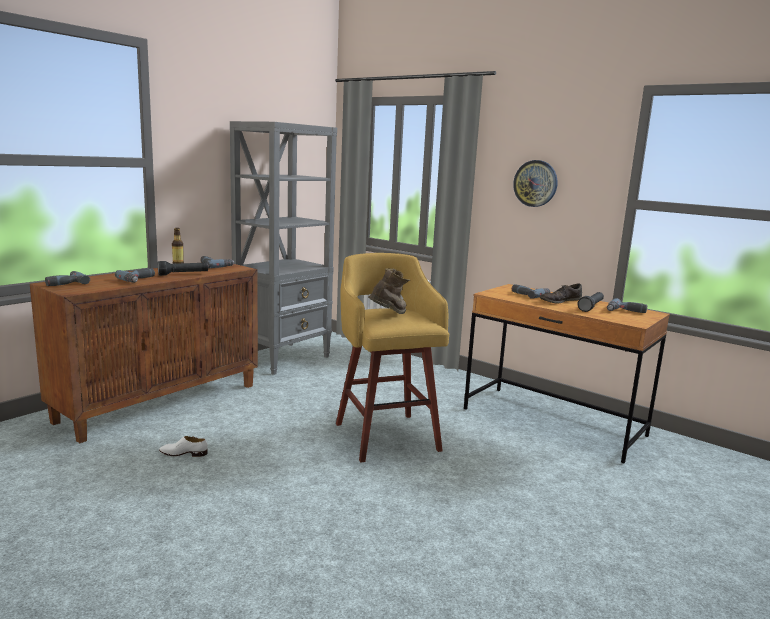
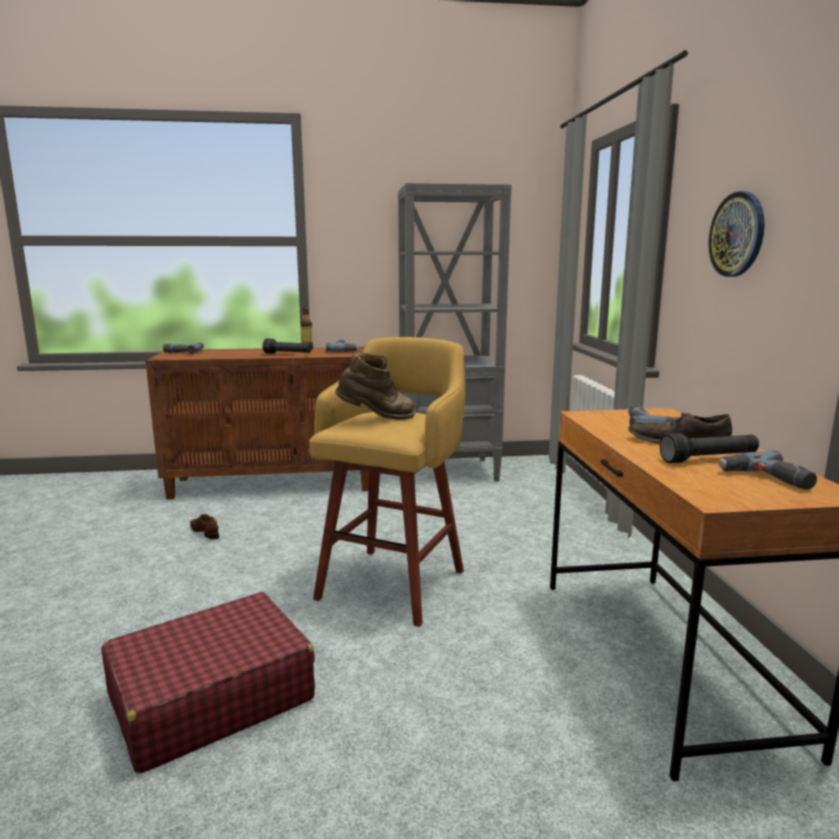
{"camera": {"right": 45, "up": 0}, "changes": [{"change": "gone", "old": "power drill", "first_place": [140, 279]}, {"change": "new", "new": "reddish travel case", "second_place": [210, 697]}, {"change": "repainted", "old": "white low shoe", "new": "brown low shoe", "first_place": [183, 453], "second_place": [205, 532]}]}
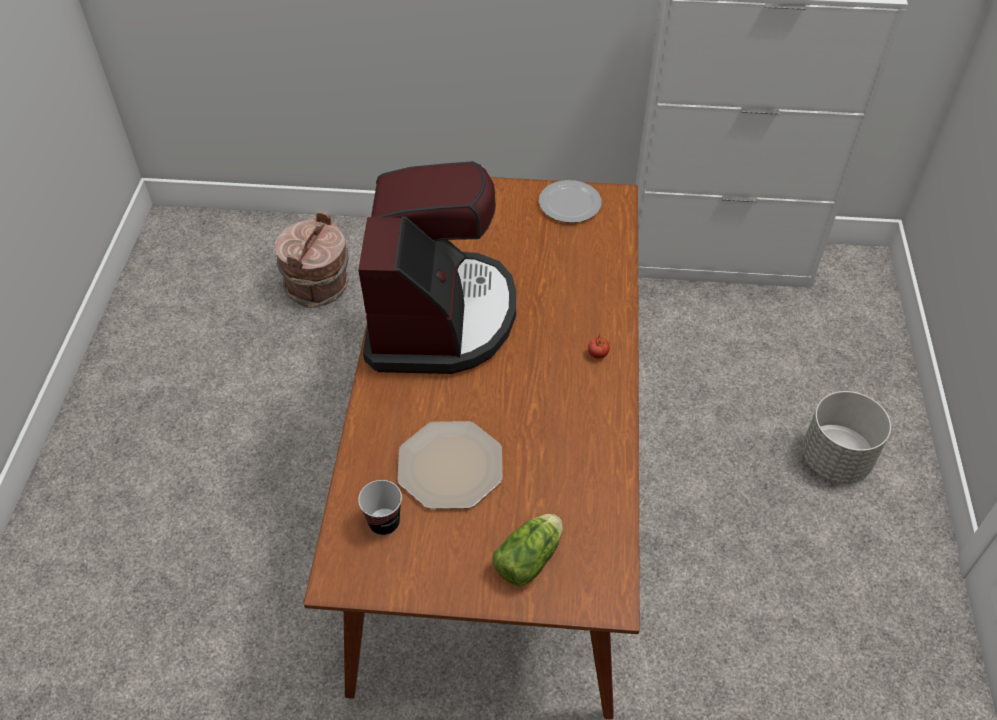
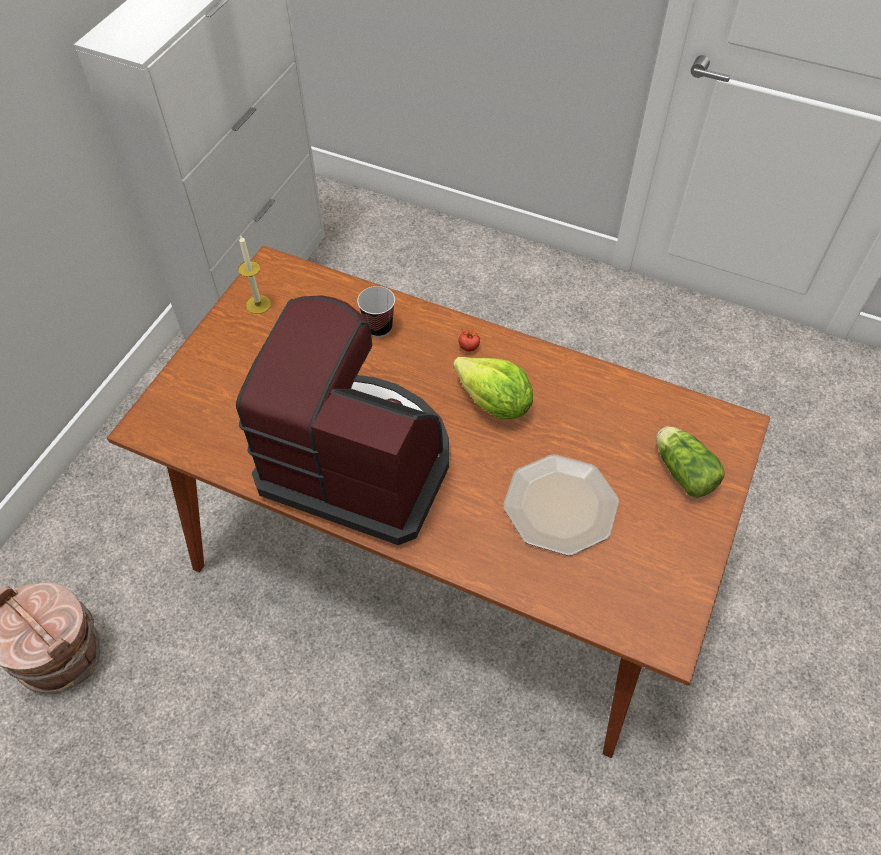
{"camera": {"right": -70, "up": 5}, "changes": [{"change": "gone", "old": "gray plant pot", "first_place": [834, 459]}, {"change": "new", "new": "head of lettuce", "second_place": [493, 404]}, {"change": "shifted", "old": "cup", "first_place": [384, 523], "second_place": [378, 327]}, {"change": "swapped", "old": "dinner plate", "new": "wax light", "first_place": [569, 204], "second_place": [258, 304]}]}
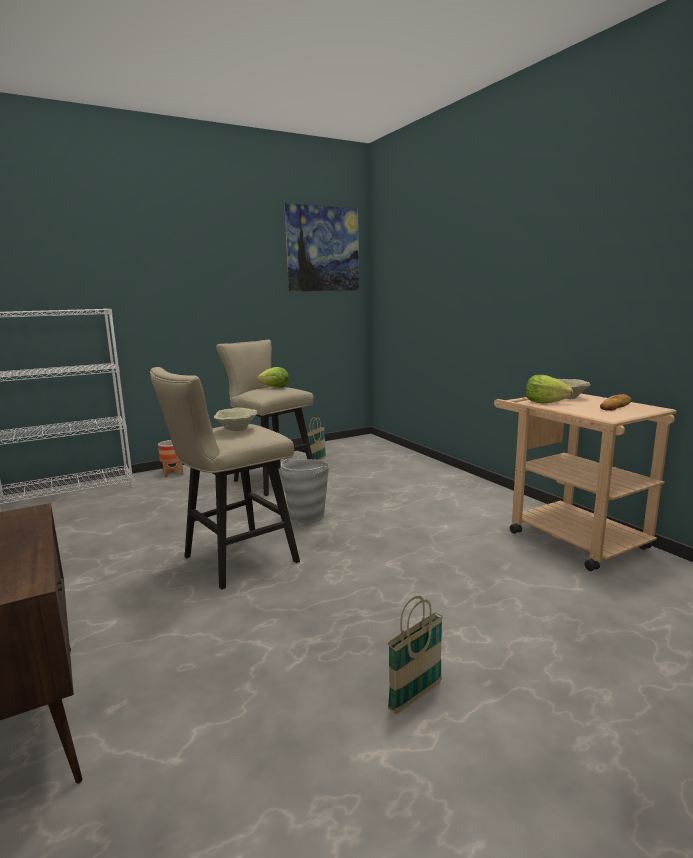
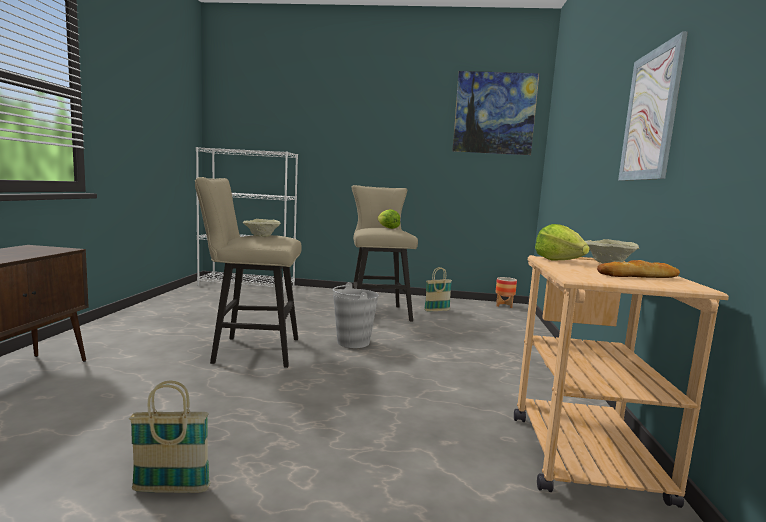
{"camera": {"right": 35, "up": -5}, "changes": [{"change": "new", "new": "wall art", "second_place": [650, 115]}, {"change": "shifted", "old": "plant pot", "first_place": [173, 473], "second_place": [504, 305]}]}
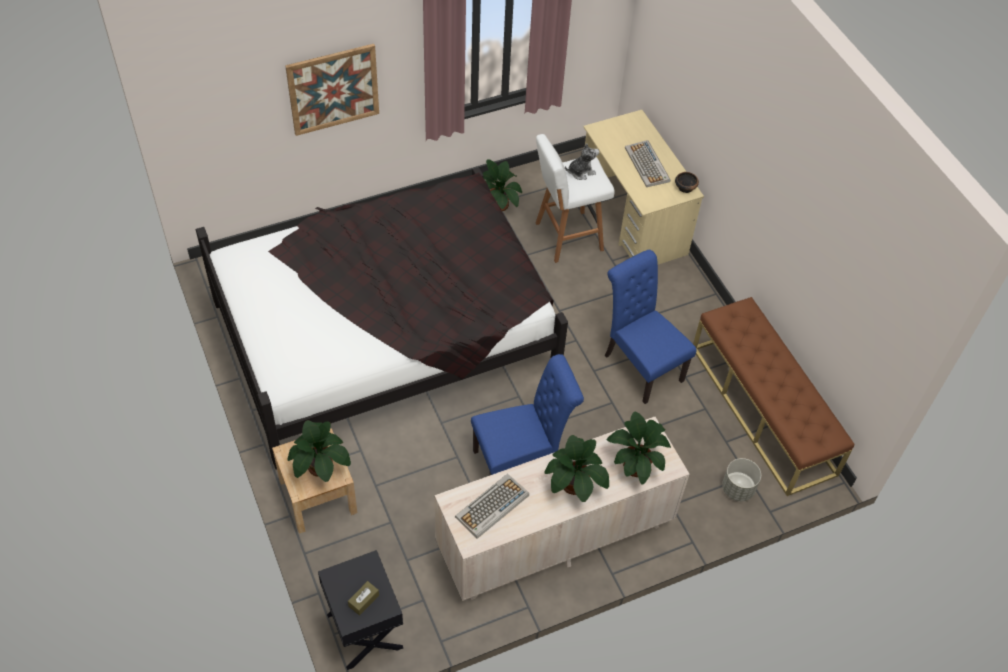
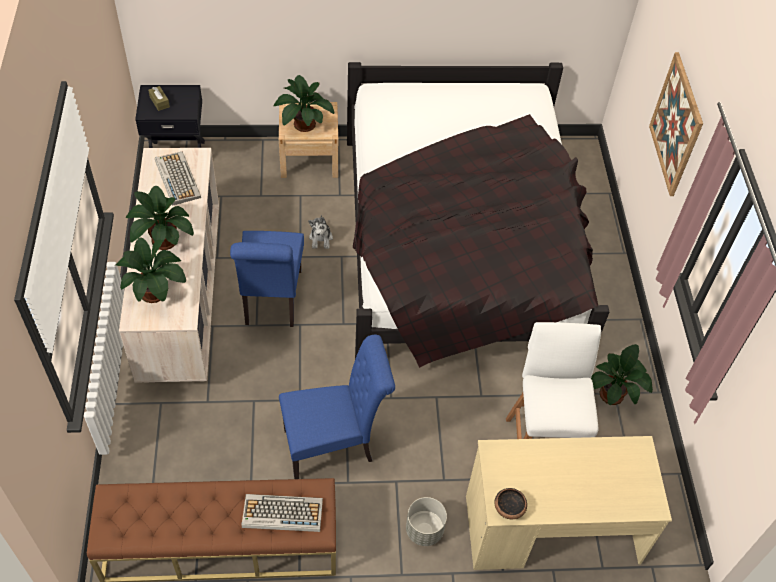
{"camera": {"right": 110, "up": 0}, "changes": [{"change": "shifted", "old": "plush toy", "first_place": [581, 172], "second_place": [321, 238]}, {"change": "shifted", "old": "keyboard", "first_place": [647, 165], "second_place": [281, 513]}, {"change": "shifted", "old": "gray plant pot", "first_place": [738, 489], "second_place": [424, 530]}]}
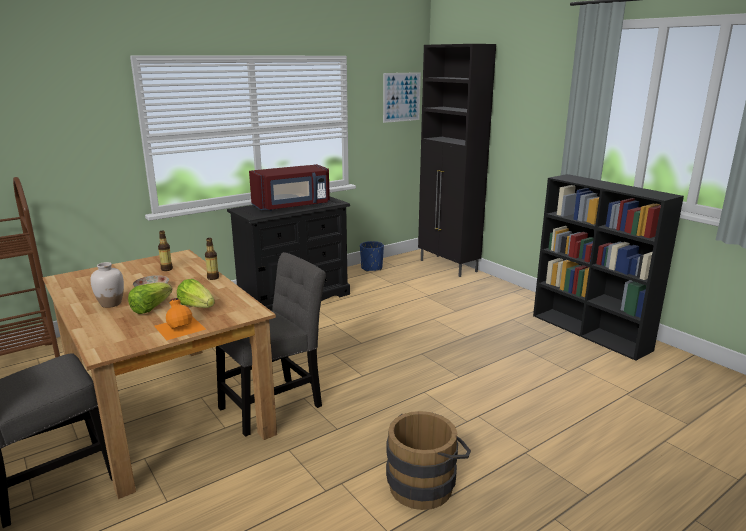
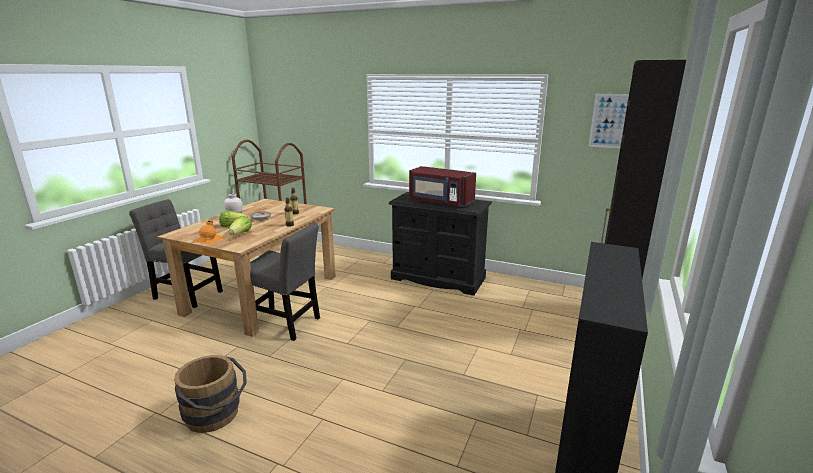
{"camera": {"right": 60, "up": 0}, "changes": [{"change": "gone", "old": "blue plant pot", "first_place": [371, 268]}]}
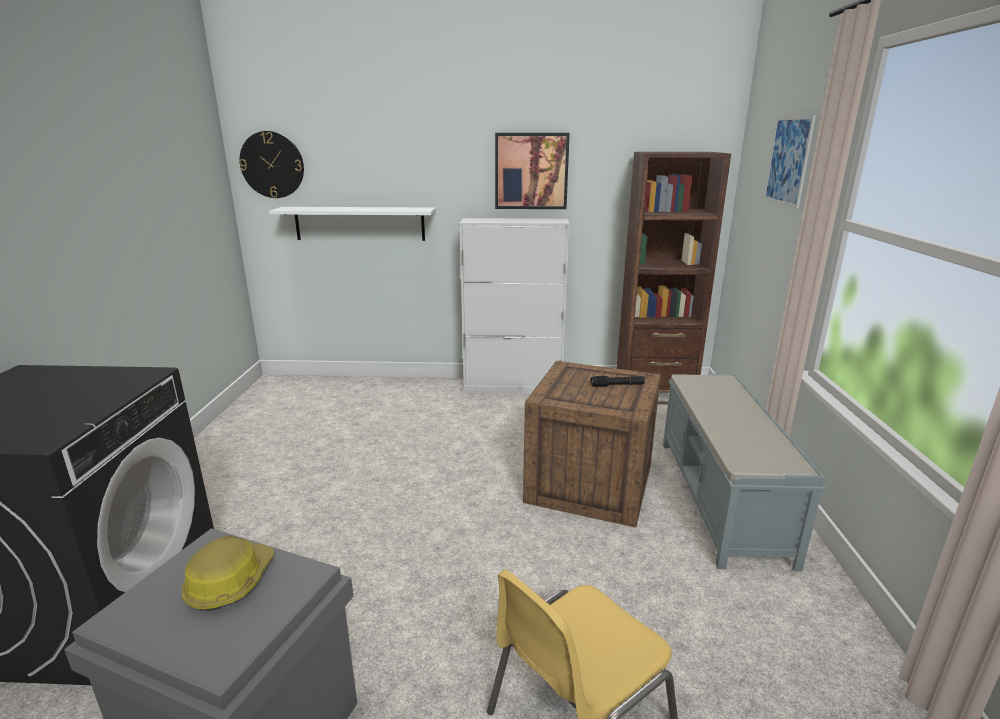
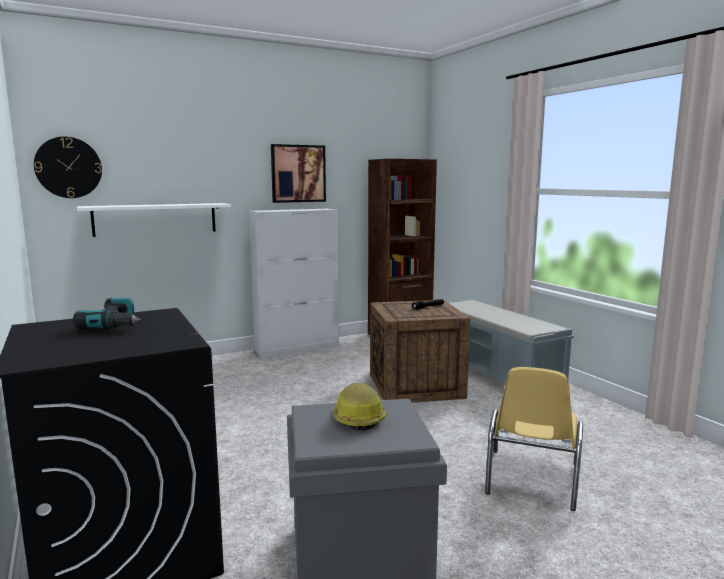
{"camera": {"right": -30, "up": -10}, "changes": [{"change": "gone", "old": "wall art", "first_place": [788, 161]}, {"change": "new", "new": "power drill", "second_place": [116, 324]}]}
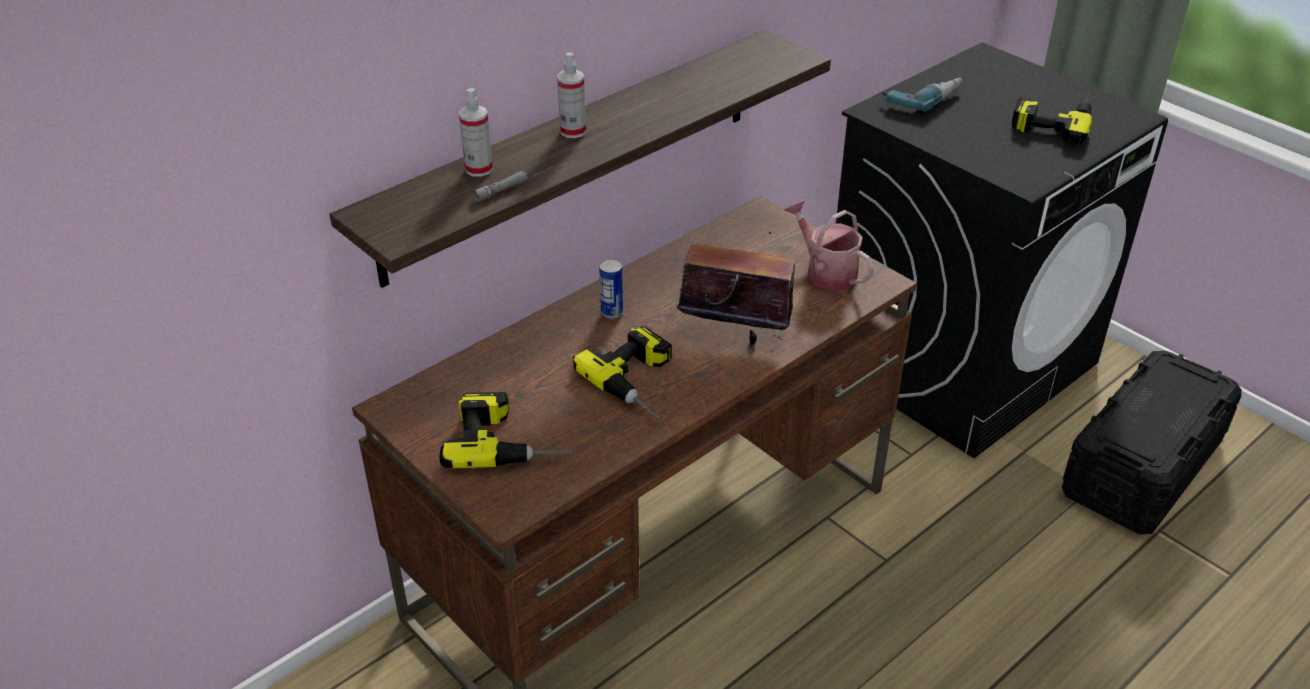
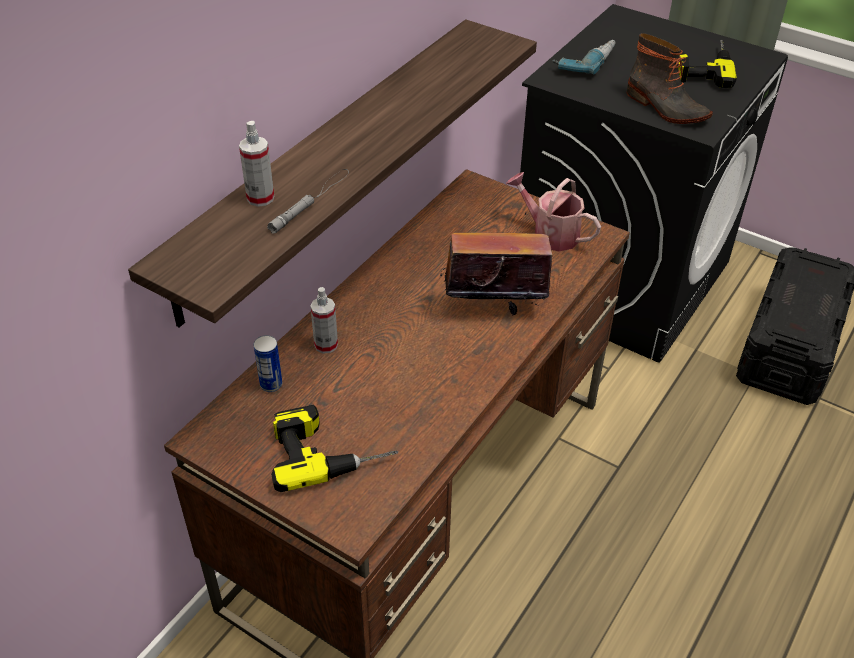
{"camera": {"right": -15, "up": 5}, "changes": [{"change": "gone", "old": "power drill", "first_place": [642, 382]}, {"change": "new", "new": "boot", "second_place": [665, 108]}, {"change": "shifted", "old": "hand sprayer", "first_place": [573, 131], "second_place": [326, 345]}, {"change": "shifted", "old": "metal can", "first_place": [612, 312], "second_place": [271, 384]}]}
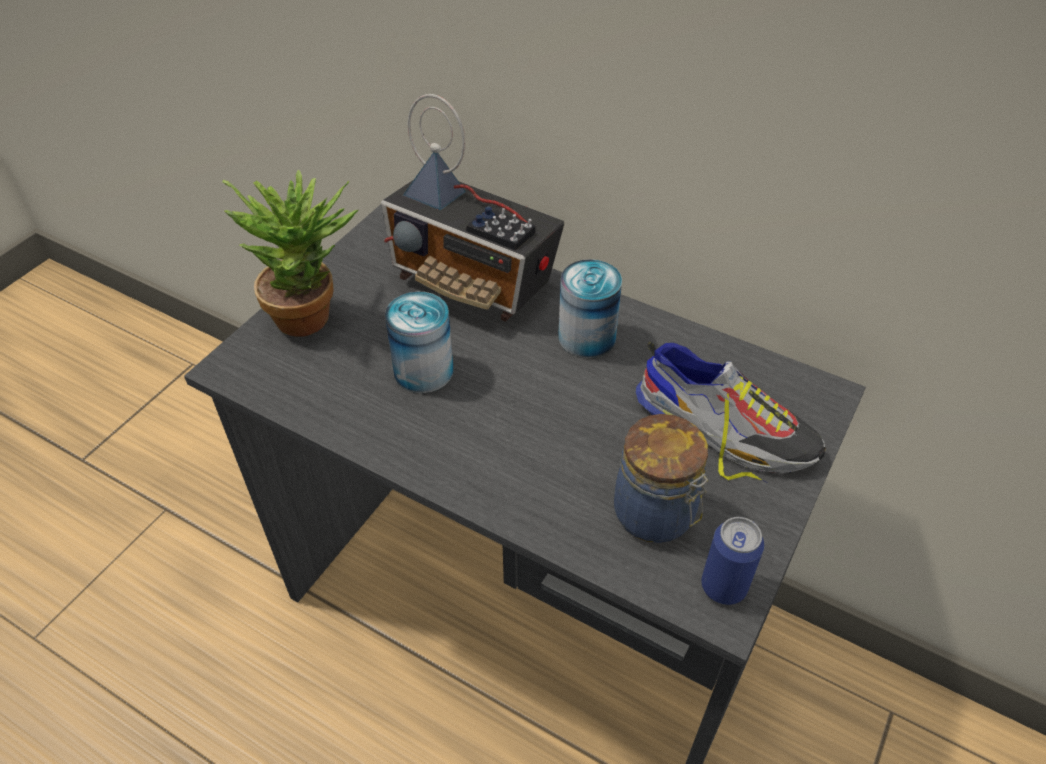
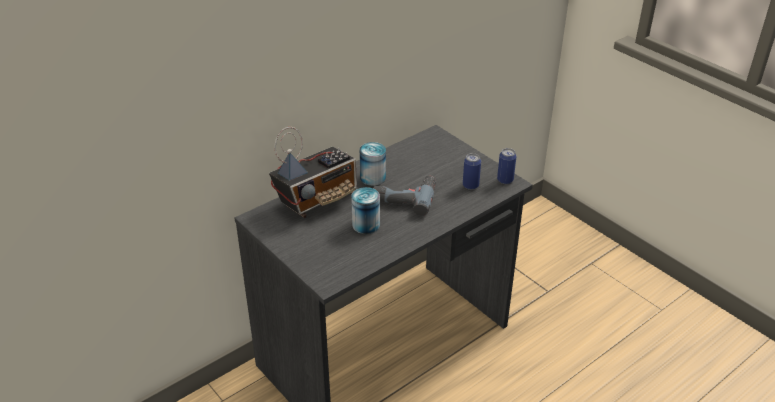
{"camera": {"right": -70, "up": -10}, "changes": [{"change": "gone", "old": "houseplant", "first_place": [313, 314]}, {"change": "gone", "old": "low shoe", "first_place": [725, 428]}, {"change": "new", "new": "power drill", "second_place": [404, 196]}, {"change": "swapped", "old": "jar", "new": "metal can", "first_place": [656, 515], "second_place": [470, 185]}]}
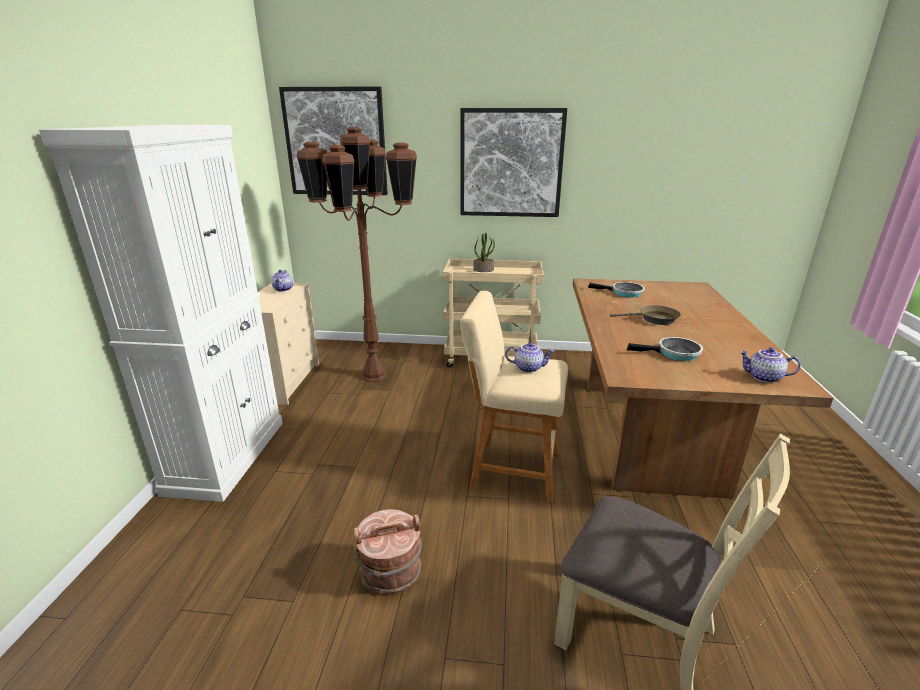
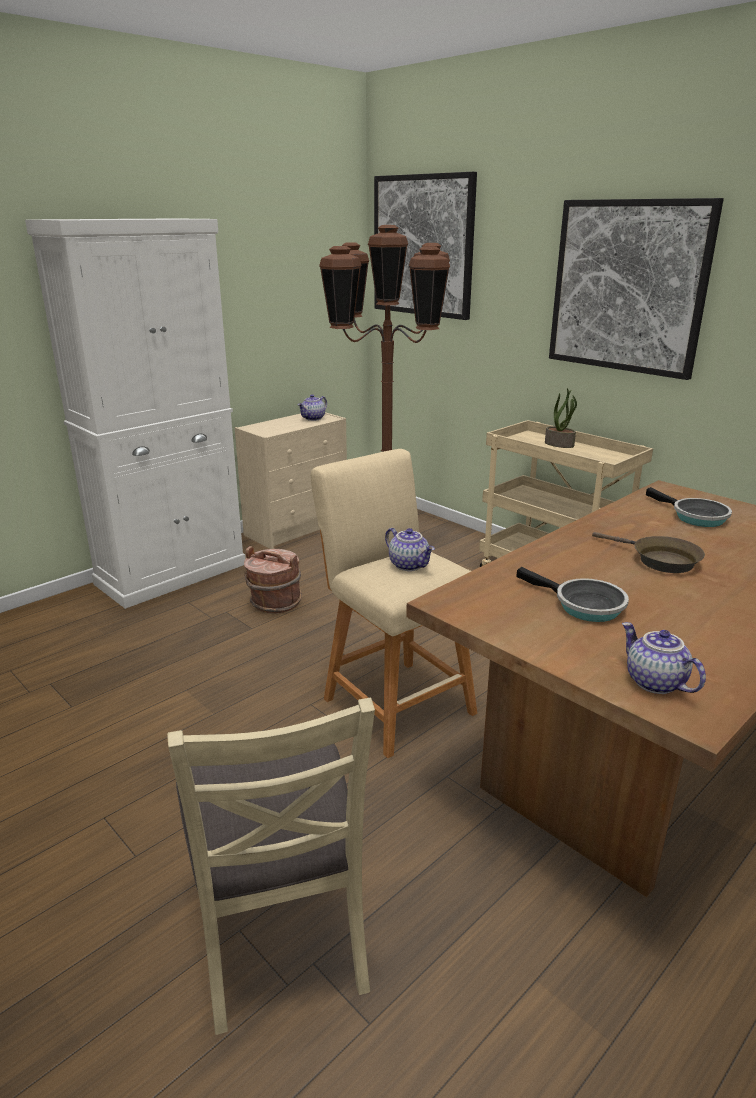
{"camera": {"right": 40, "up": 0}, "changes": [{"change": "shifted", "old": "brown pail", "first_place": [391, 573], "second_place": [275, 603]}]}
